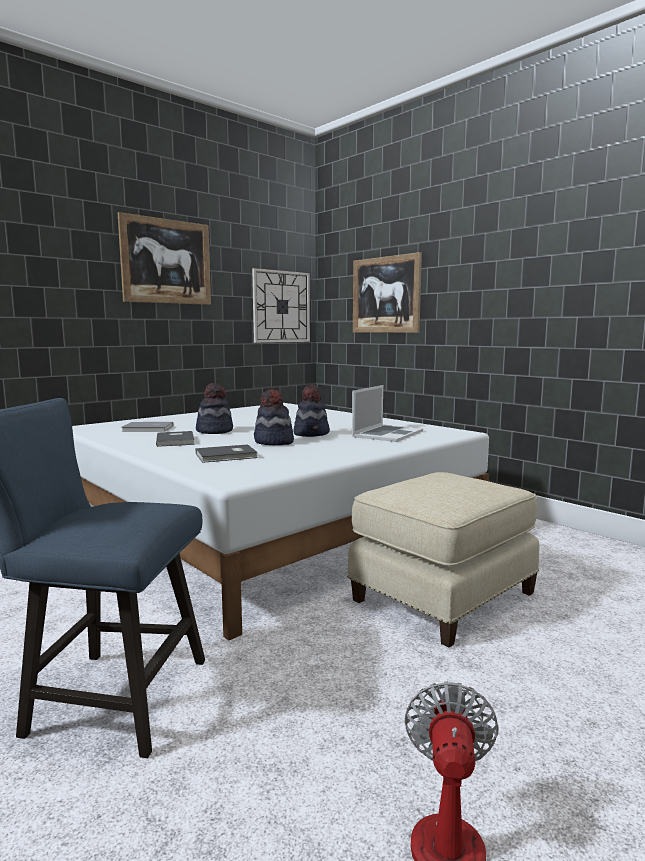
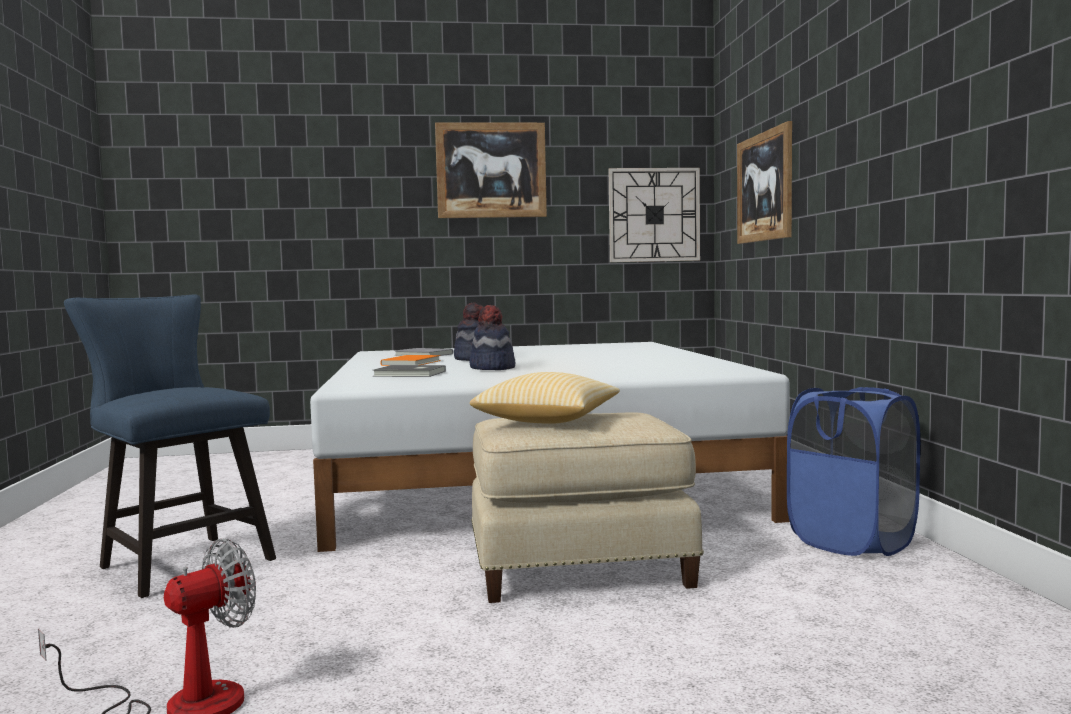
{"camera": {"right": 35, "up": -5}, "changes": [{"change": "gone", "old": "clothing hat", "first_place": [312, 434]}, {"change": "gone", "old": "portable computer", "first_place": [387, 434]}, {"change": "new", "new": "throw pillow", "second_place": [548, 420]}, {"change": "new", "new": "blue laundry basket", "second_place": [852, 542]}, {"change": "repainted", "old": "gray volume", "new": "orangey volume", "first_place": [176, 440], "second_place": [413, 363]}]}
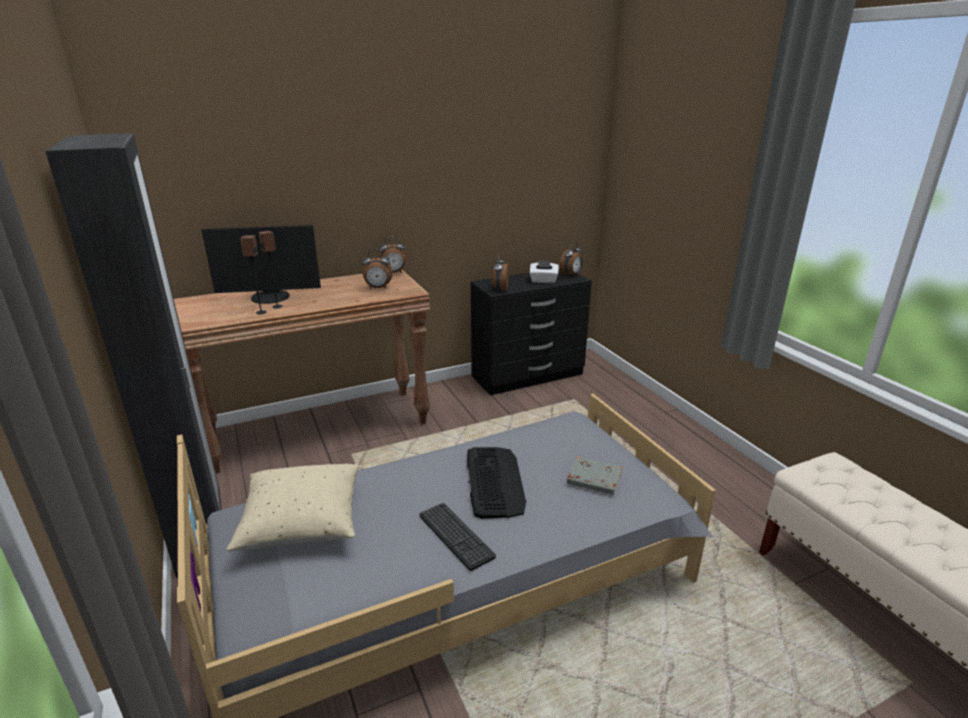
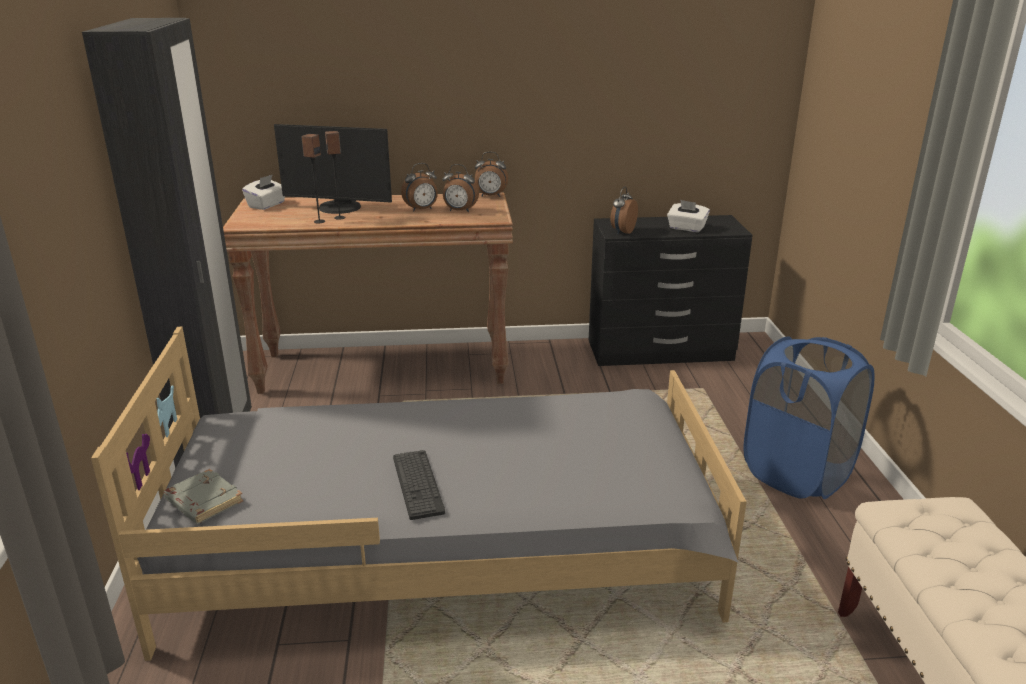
{"camera": {"right": 20, "up": 0}, "changes": [{"change": "gone", "old": "beige-coloured throw pillow", "first_place": [302, 523]}, {"change": "gone", "old": "keyboard", "first_place": [494, 481]}, {"change": "new", "new": "white tissue holder", "second_place": [267, 205]}, {"change": "new", "new": "blue laundry basket", "second_place": [797, 474]}, {"change": "shifted", "old": "bedside clock", "first_place": [571, 275], "second_place": [422, 209]}, {"change": "shifted", "old": "gray volume", "first_place": [593, 480], "second_place": [203, 501]}]}
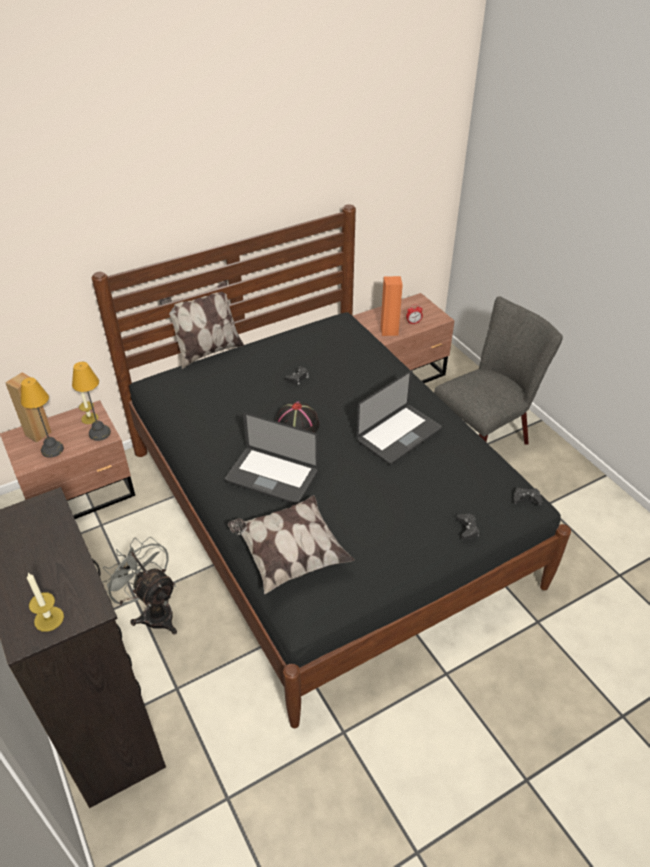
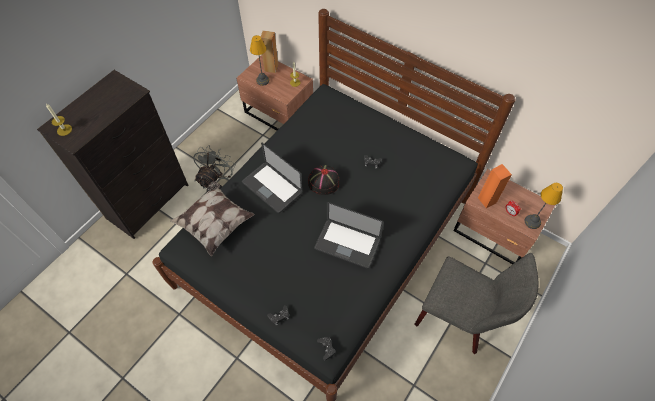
{"camera": {"right": 65, "up": 15}, "changes": [{"change": "gone", "old": "throw pillow", "first_place": [207, 352]}, {"change": "shifted", "old": "lamp for a table", "first_place": [99, 433], "second_place": [532, 221]}, {"change": "rotated", "old": "portable computer", "first_place": [272, 476], "second_place": [272, 188], "degrees": -45}]}
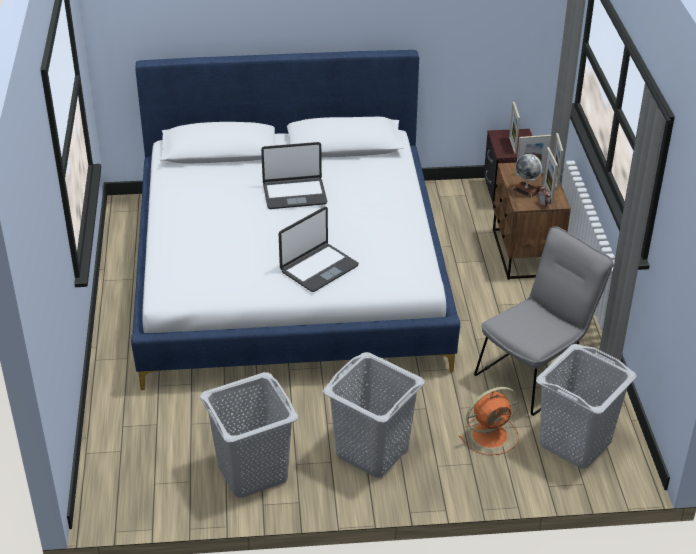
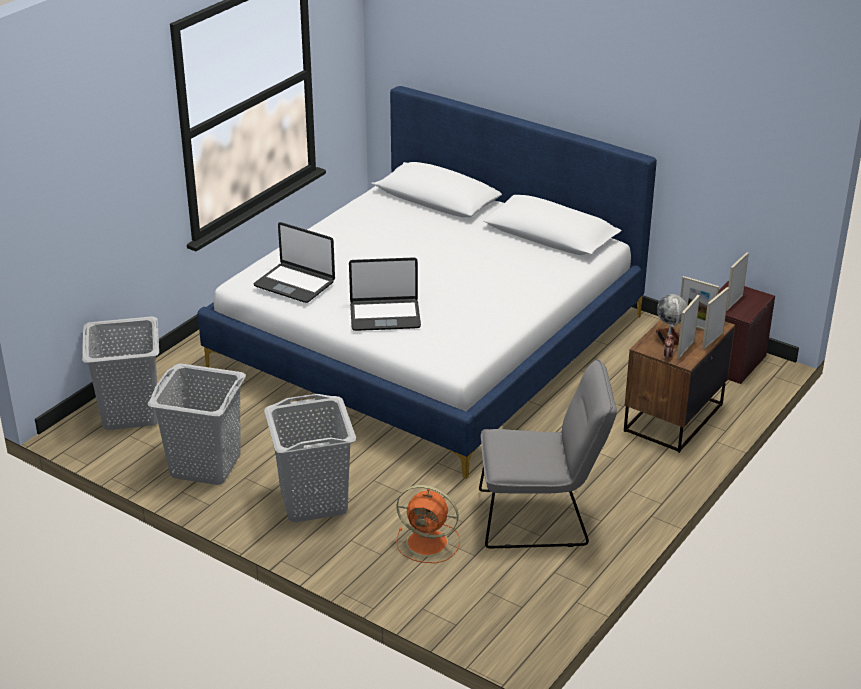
{"camera": {"right": 40, "up": -5}, "changes": [{"change": "shifted", "old": "portable computer", "first_place": [294, 194], "second_place": [295, 283]}, {"change": "shifted", "old": "gray laundry basket", "first_place": [574, 443], "second_place": [130, 413]}]}
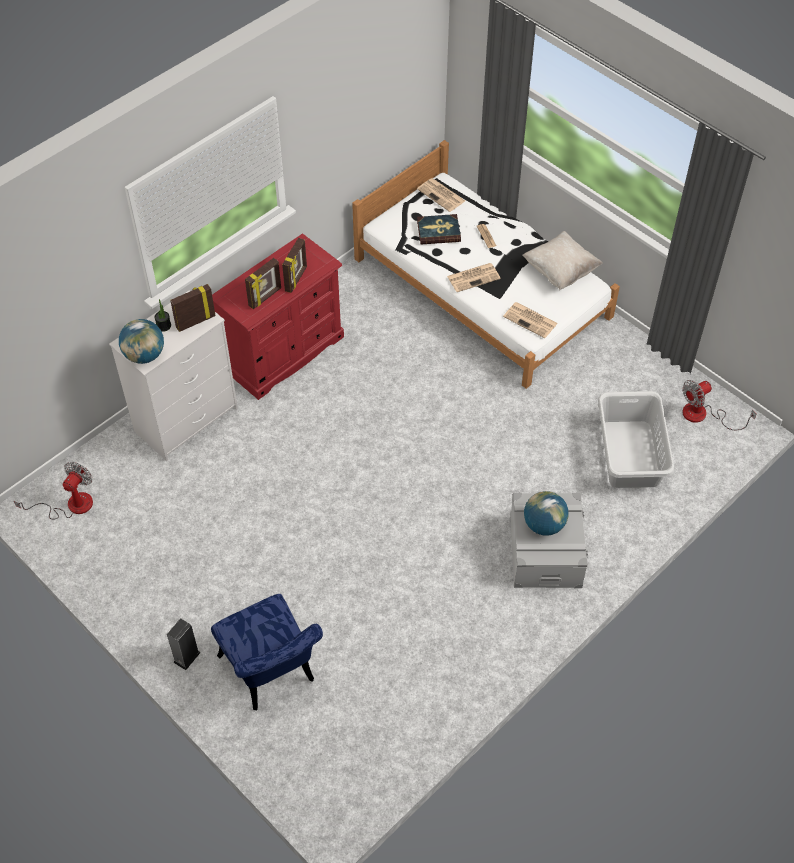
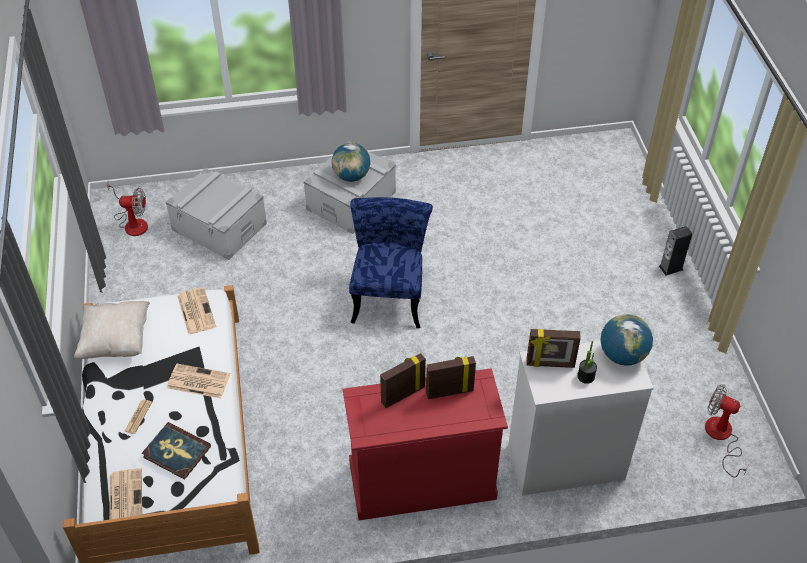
{"camera": {"right": -145, "up": -5}, "changes": [{"change": "shifted", "old": "blue upright chair", "first_place": [271, 674], "second_place": [389, 294]}, {"change": "swapped", "old": "gray laundry basket", "new": "gray storage bin", "first_place": [629, 454], "second_place": [219, 226]}, {"change": "rotated", "old": "fan", "first_place": [70, 505], "second_place": [721, 437], "degrees": 60}]}
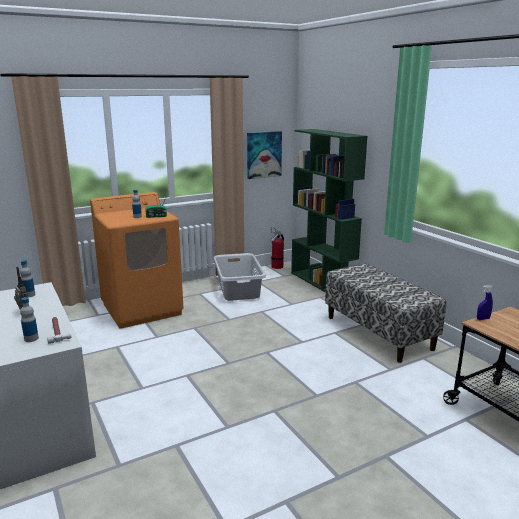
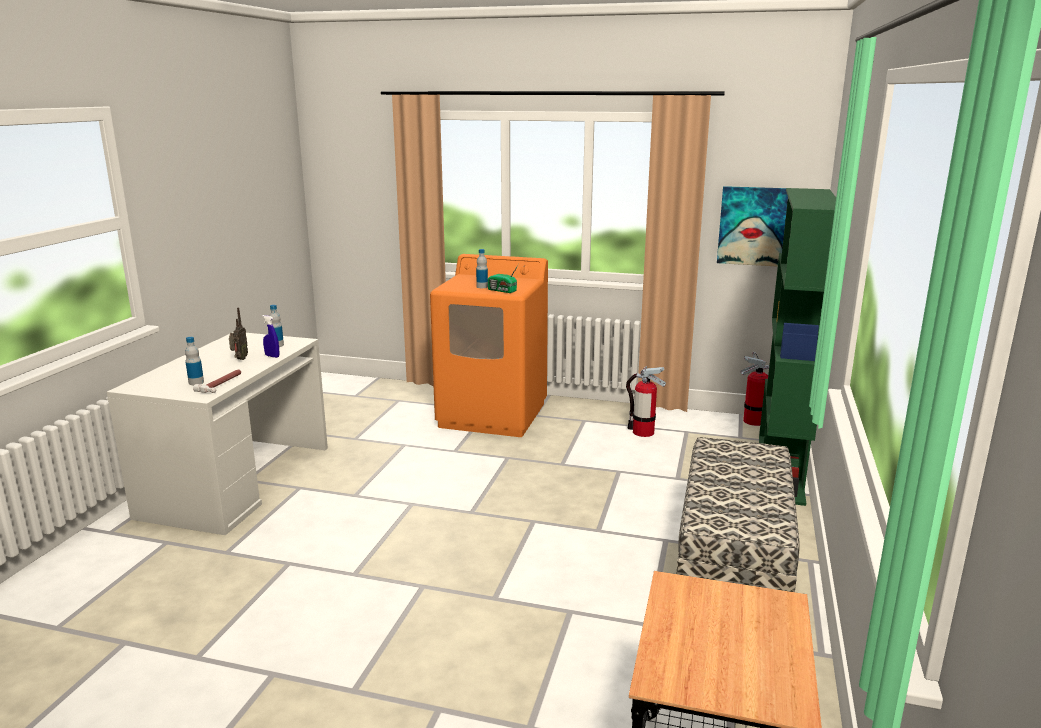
{"camera": {"right": 45, "up": 0}, "changes": [{"change": "shifted", "old": "blue hand sprayer", "first_place": [483, 319], "second_place": [272, 356]}, {"change": "swapped", "old": "gray laundry basket", "new": "extinguisher", "first_place": [239, 289], "second_place": [643, 432]}]}
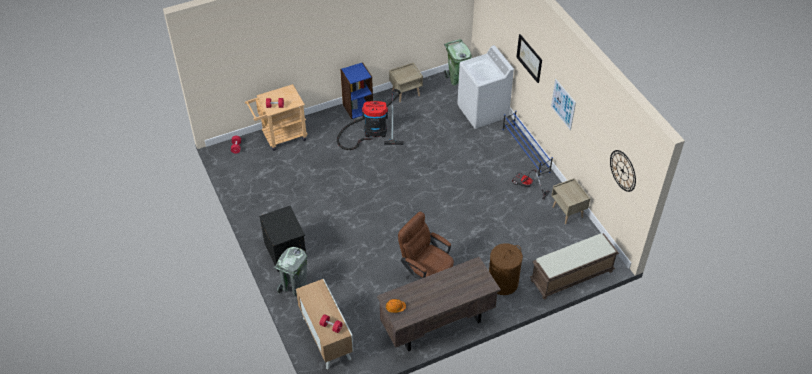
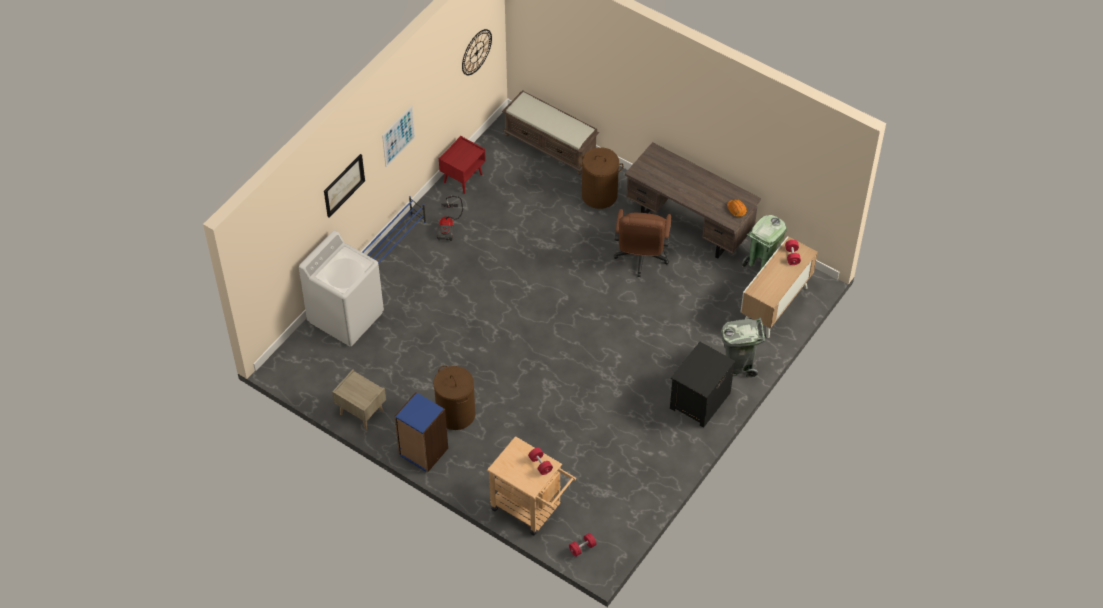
{"camera": {"right": -120, "up": 5}, "changes": [{"change": "shifted", "old": "green waste bin", "first_place": [457, 79], "second_place": [762, 264]}, {"change": "swapped", "old": "vacuum cleaner", "new": "brown laundry basket", "first_place": [372, 131], "second_place": [455, 414]}, {"change": "repainted", "old": "beige-coloured nightstand", "new": "reddish nightstand", "first_place": [568, 212], "second_place": [463, 178]}]}
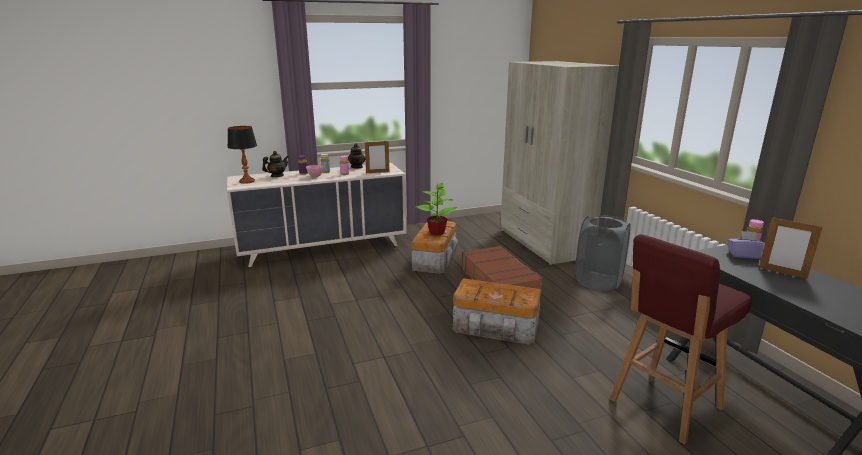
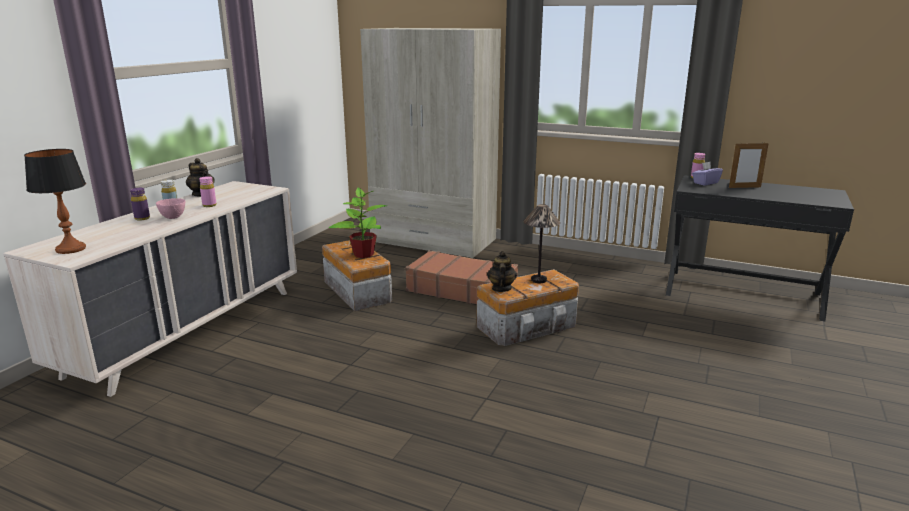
{"camera": {"right": -45, "up": 0}, "changes": [{"change": "gone", "old": "standing frame", "first_place": [377, 172]}, {"change": "gone", "old": "gray laundry basket", "first_place": [598, 282]}, {"change": "gone", "old": "reddish sitting stool", "first_place": [664, 404]}, {"change": "new", "new": "lamp for a table", "second_place": [538, 280]}, {"change": "shifted", "old": "pot for tea", "first_place": [277, 176], "second_place": [501, 288]}]}
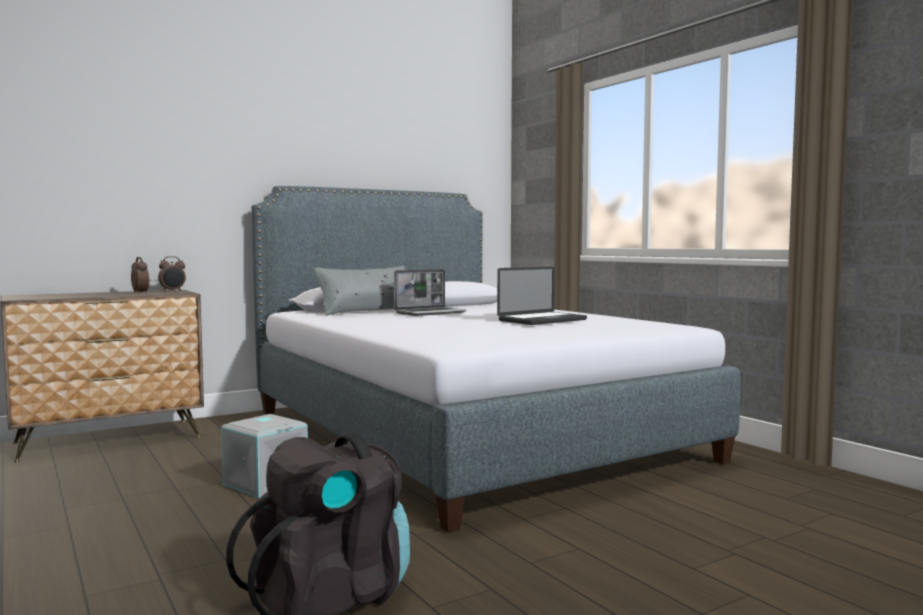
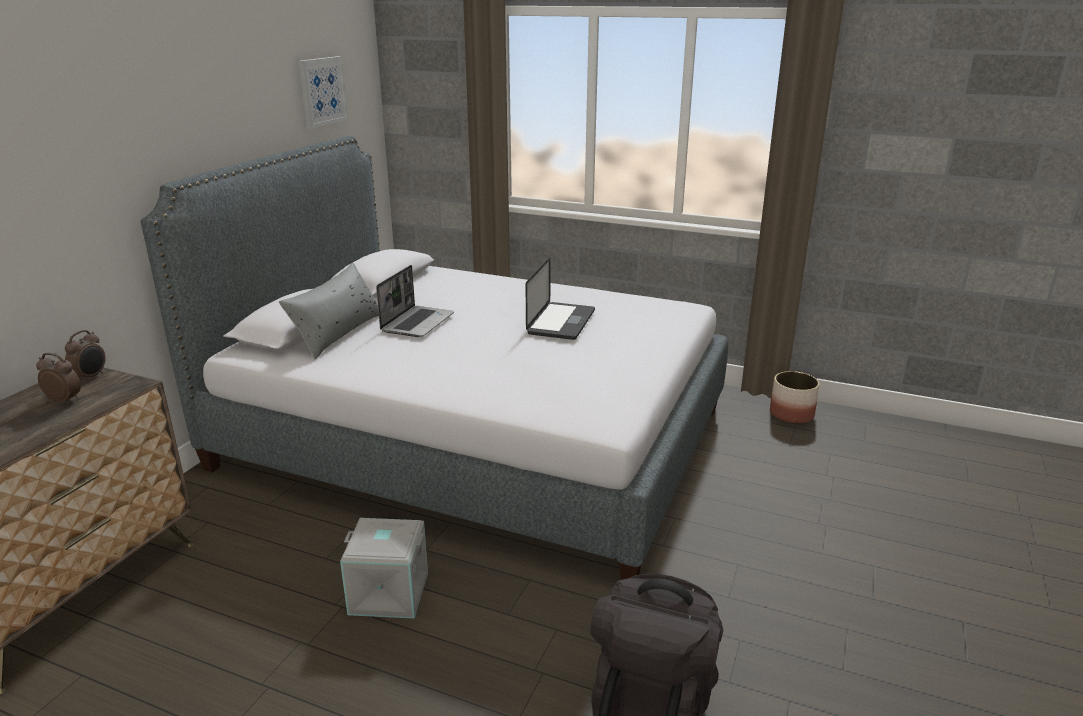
{"camera": {"right": -35, "up": 20}, "changes": [{"change": "new", "new": "wall art", "second_place": [322, 91]}, {"change": "new", "new": "plant pot", "second_place": [792, 414]}]}
